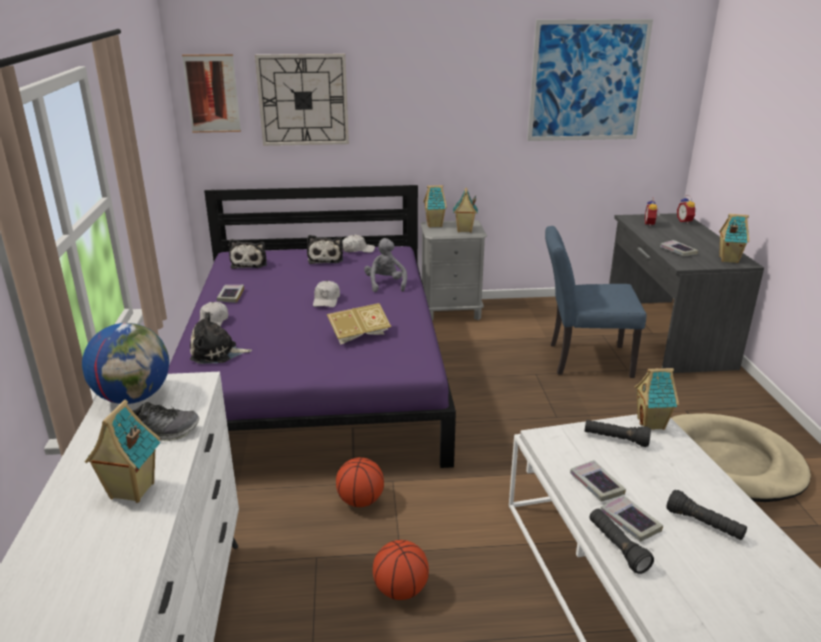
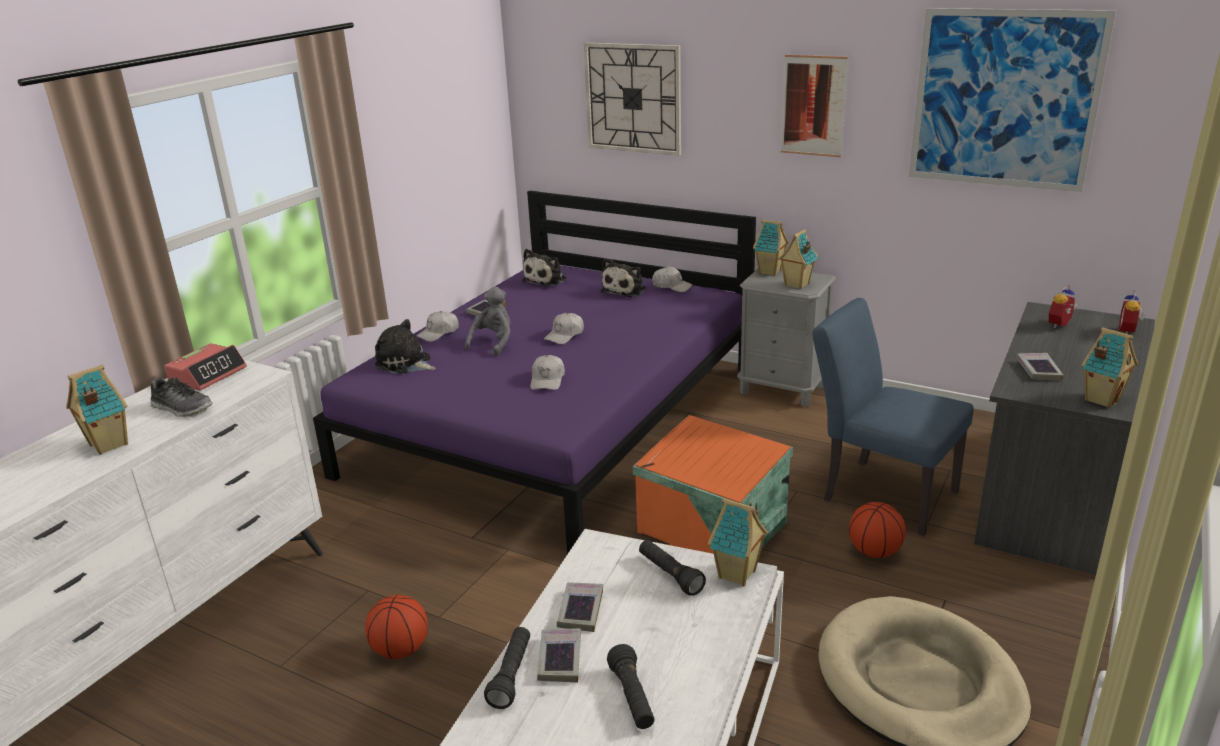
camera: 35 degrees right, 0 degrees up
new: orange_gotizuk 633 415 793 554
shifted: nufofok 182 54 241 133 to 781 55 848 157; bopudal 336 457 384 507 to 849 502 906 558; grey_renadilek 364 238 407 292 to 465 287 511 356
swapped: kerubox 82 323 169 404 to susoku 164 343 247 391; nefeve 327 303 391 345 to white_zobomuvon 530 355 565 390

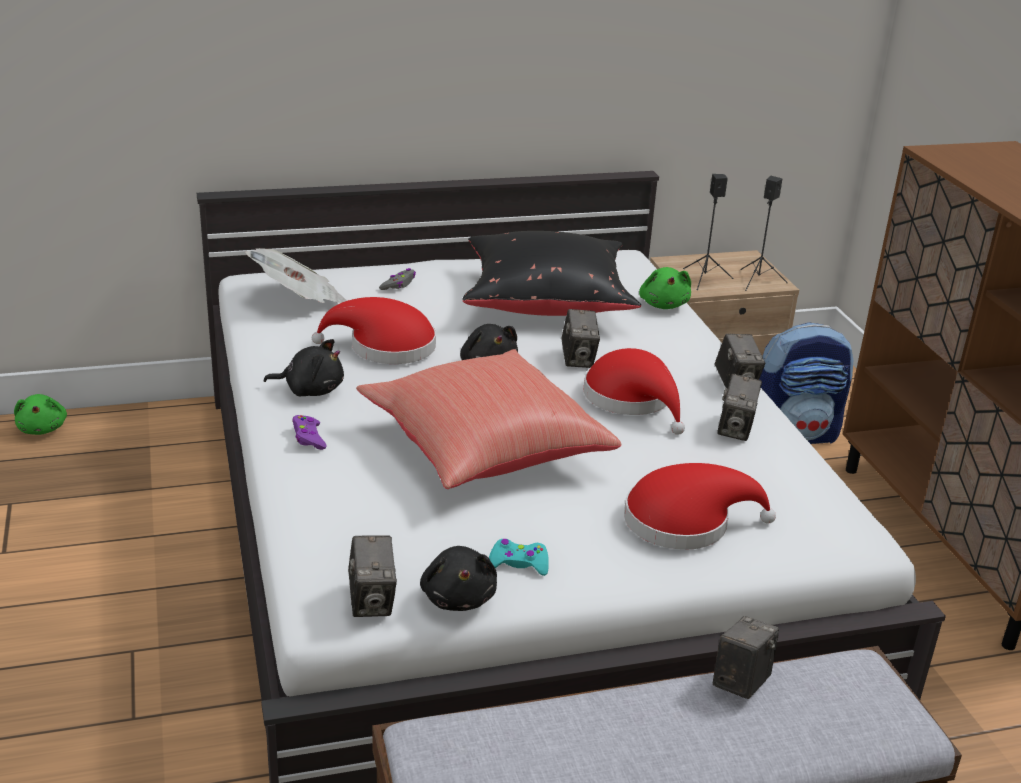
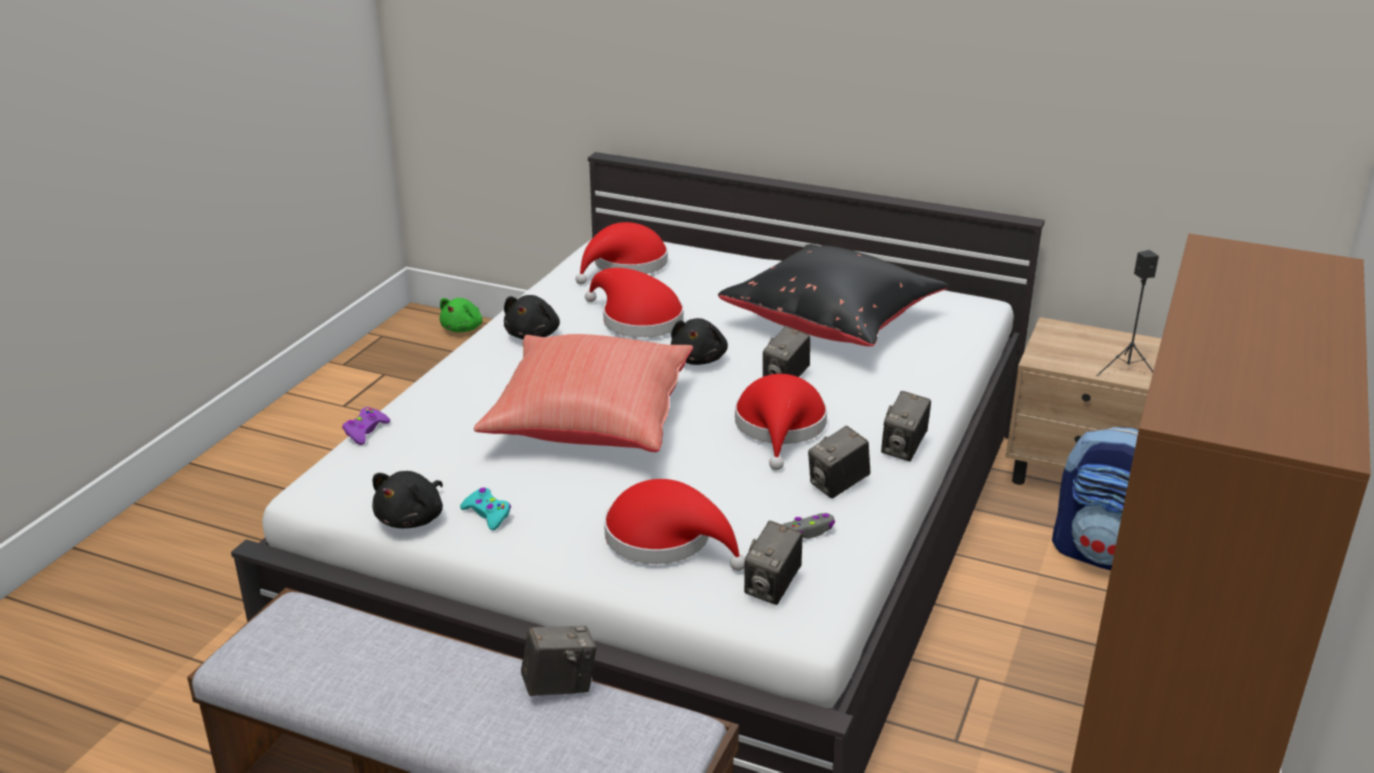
camera: 40 degrees right, 0 degrees up
gone: green_renadilek 639 267 691 309; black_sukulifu 683 174 733 290
shifted: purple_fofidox 293 415 327 450 to 342 407 391 445; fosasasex 348 535 397 617 to 744 521 802 605; grey_fofidox 379 268 416 290 to 782 513 835 539
swapped: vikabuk 245 248 347 303 to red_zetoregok 575 222 668 285
rotated: black_renadilek 264 339 344 396 = 504 295 560 339 60 degrees clockwise

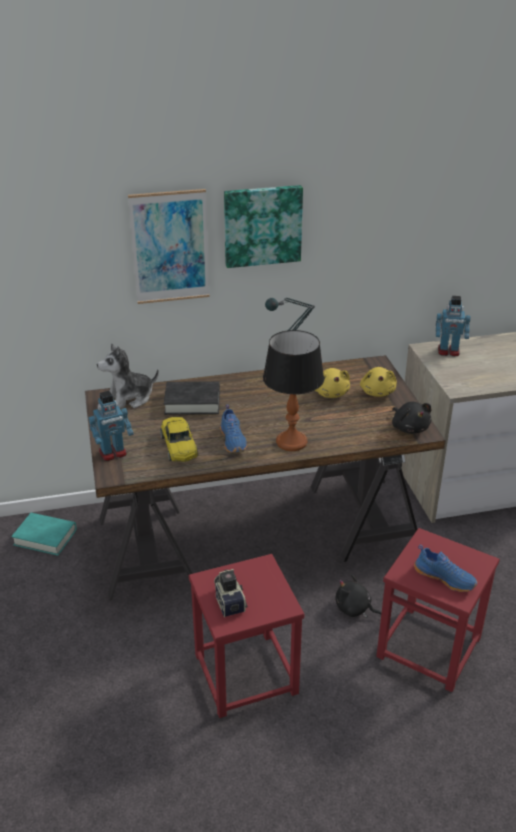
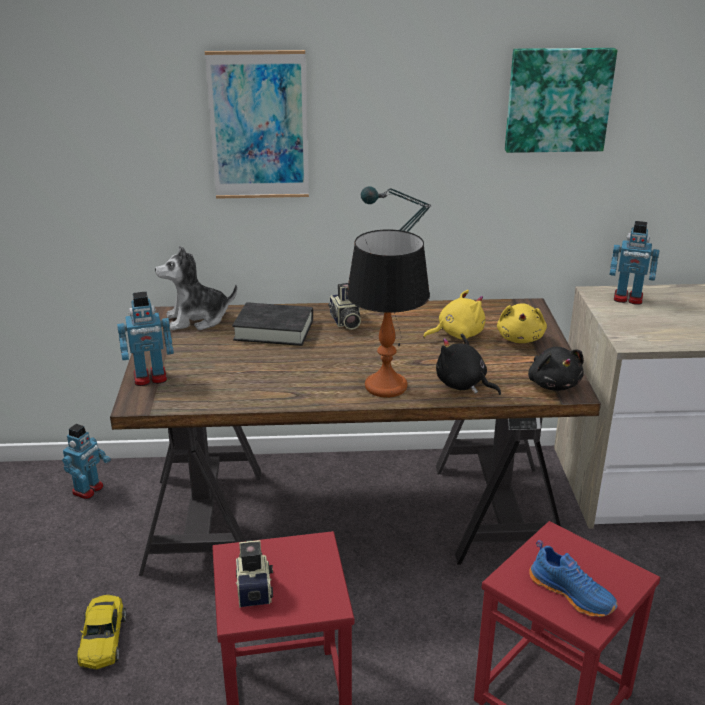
camera: 10 degrees right, 5 degrees down
gone: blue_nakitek 220 405 247 453
new: fosasasex 328 283 361 330
shifted: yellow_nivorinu 160 417 198 462 to 77 595 126 670; nufofok 224 185 303 268 to 505 48 617 153; black_renadilek 335 574 382 618 to 436 334 501 395
swapped: turquoise_nefeve 11 513 77 556 to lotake 62 424 111 499
rotated: yellow_renadilek 315 368 350 398 = 423 290 485 340 105 degrees counterclockwise

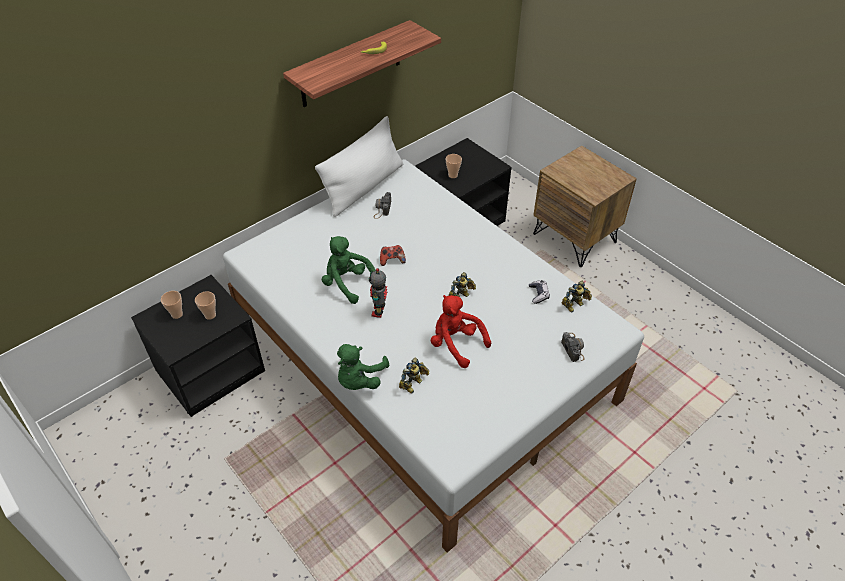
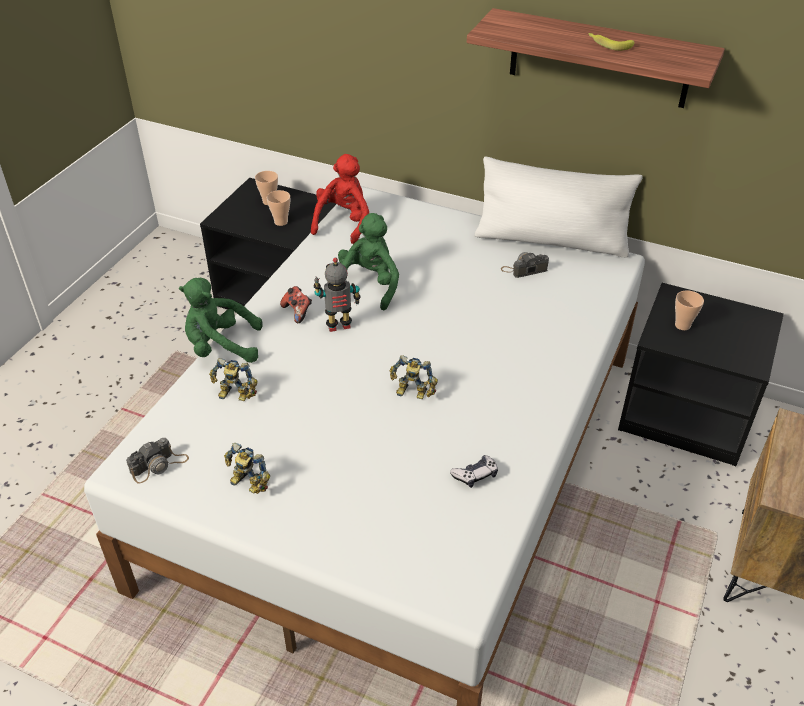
camera: 65 degrees right, 5 degrees down
shifted: fofidox 380 245 406 266 to 280 286 312 323; red_renadilek 430 295 491 368 to 311 154 369 244; fosasasex 561 332 584 362 to 126 438 189 484; lotake 562 281 592 313 to 224 443 270 494

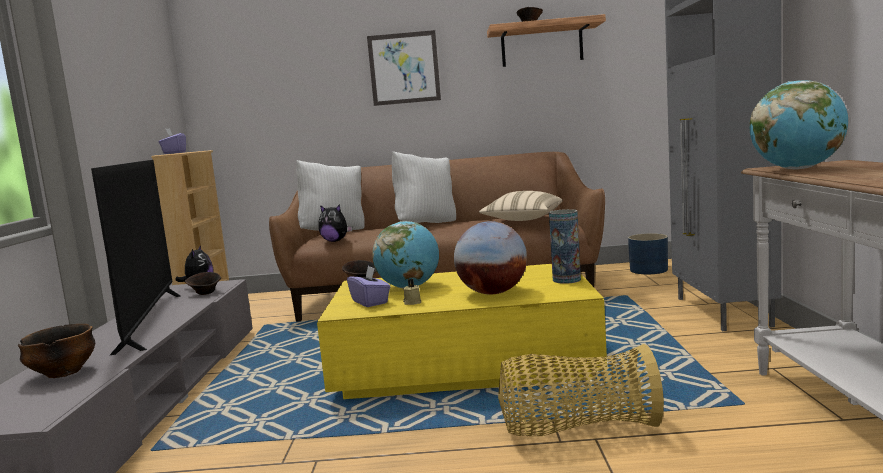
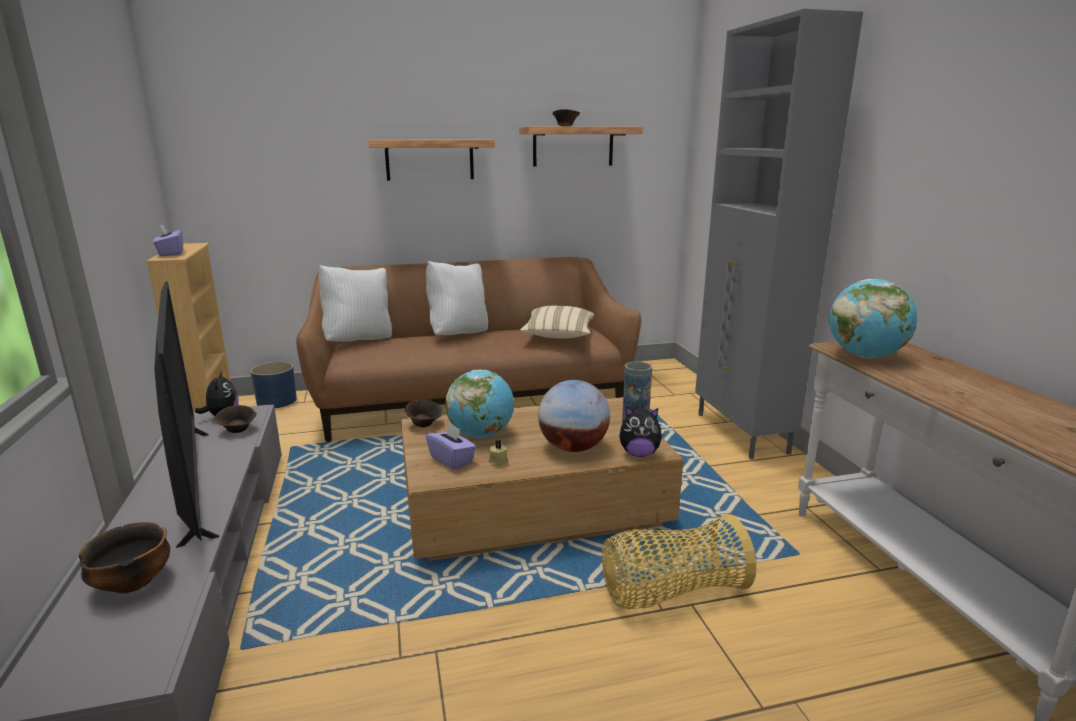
camera: 15 degrees left, 10 degrees up
shifted: renadilek 318 204 352 242 to 619 406 664 457; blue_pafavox 628 233 668 274 to 251 361 297 408
swapped: nufofok 367 30 441 106 to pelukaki 369 139 495 181
repainted: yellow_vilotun 317 264 607 399 to brown_vilotun 401 397 683 561

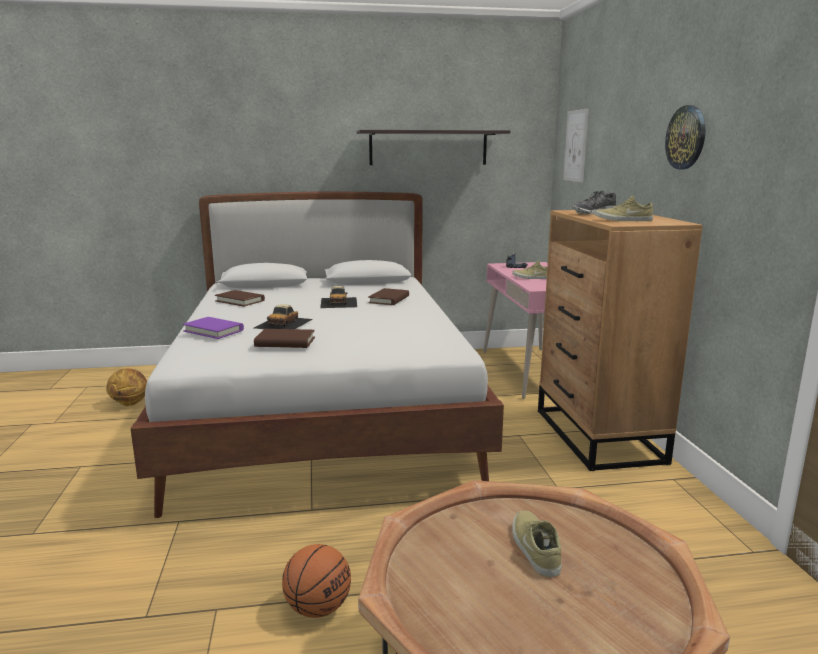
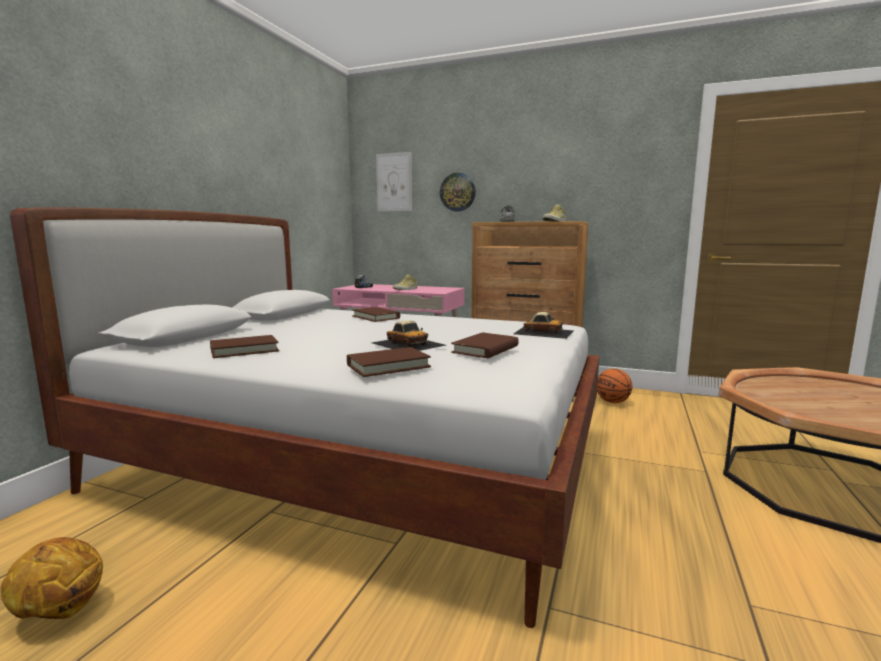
camera: 60 degrees left, 5 degrees down
gone: pelukaki 357 130 510 165; beige_nakitek 512 510 561 577
shifted: bopudal 282 544 351 618 to 597 369 633 403; nivorinu 320 286 357 308 to 514 312 574 339; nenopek 665 105 705 169 to 440 173 476 211
repainted: purple_nefeve 183 317 244 339 to brown_nefeve 347 347 431 377

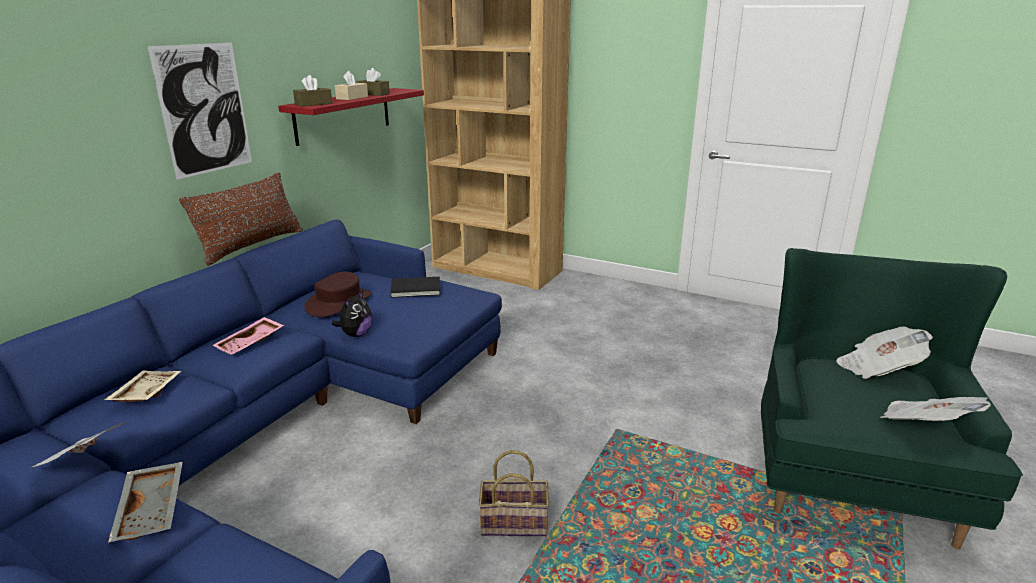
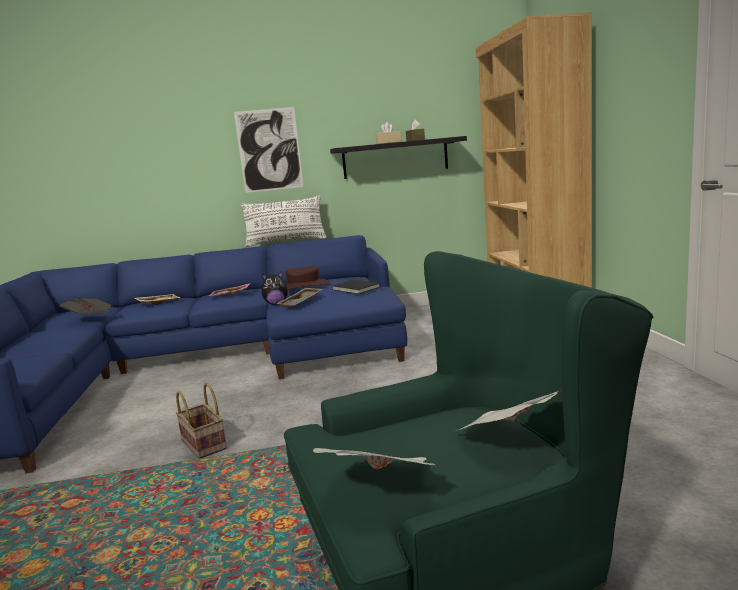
camera: 55 degrees right, 10 degrees down
gone: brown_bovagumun 293 75 332 106
shifted: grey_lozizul 108 462 183 543 to 277 288 323 307
repainted: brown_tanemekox 179 172 303 266 to white_tanemekox 241 195 327 247; red_pelukaki 278 88 424 146 to black_pelukaki 330 136 467 179

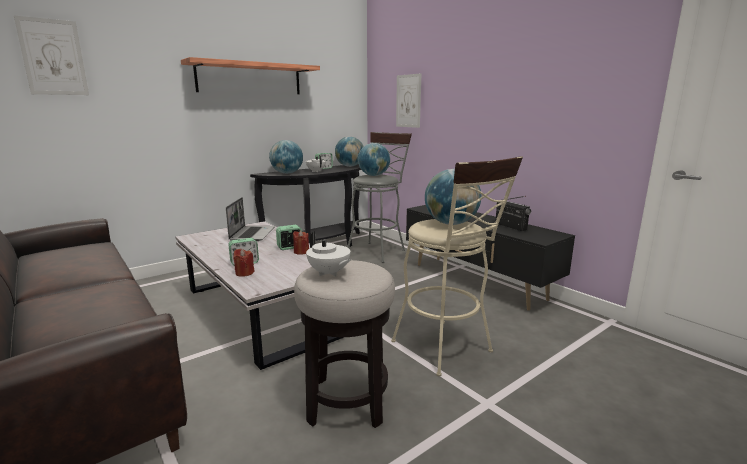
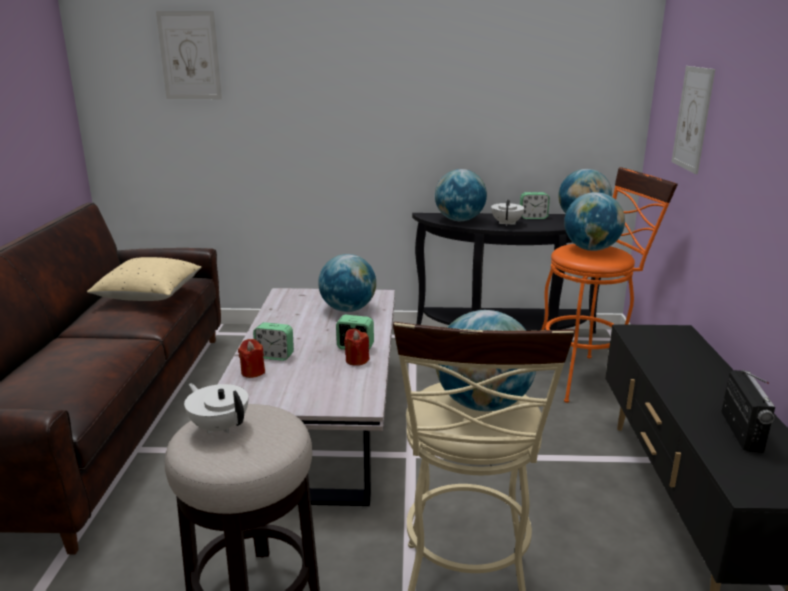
camera: 40 degrees right, 5 degrees up
gone: pelukaki 181 57 320 94
new: beige_tanemekox 87 257 202 301
swapped: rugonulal 226 197 275 241 to kerubox 318 254 376 312
repainted: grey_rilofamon 347 132 412 263 to orange_rilofamon 541 167 678 403
rotated: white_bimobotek 306 231 351 276 = 184 383 249 434 135 degrees clockwise

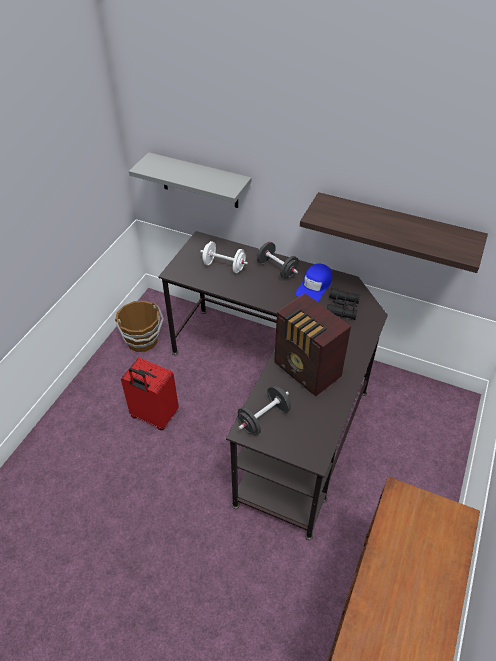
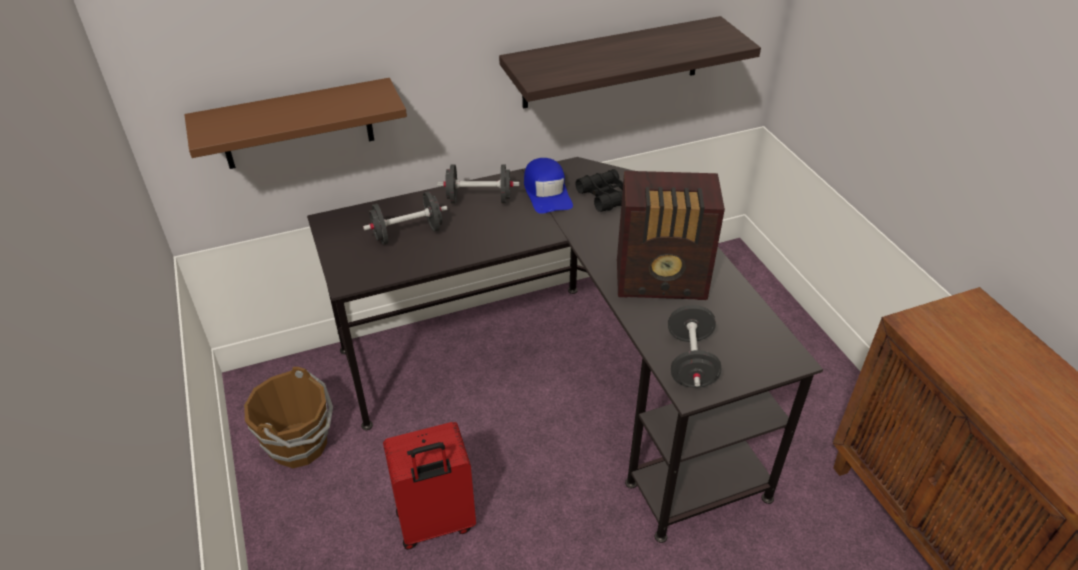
camera: 45 degrees left, 5 degrees down
repainted: grey_pelukaki 129 152 251 208 to brown_pelukaki 184 78 407 169; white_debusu 200 241 248 273 to black_debusu 363 191 447 245

